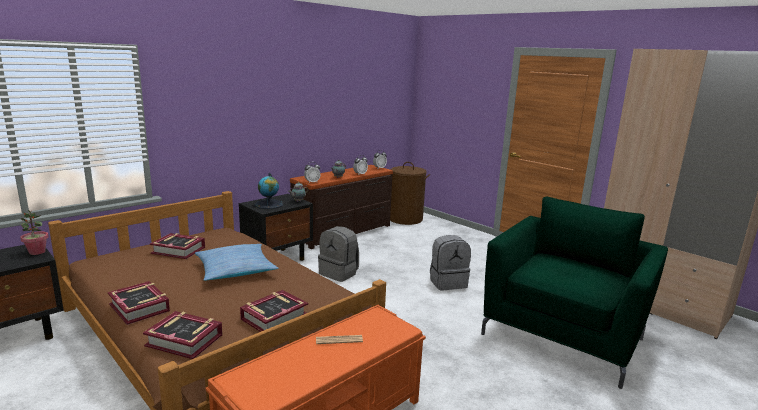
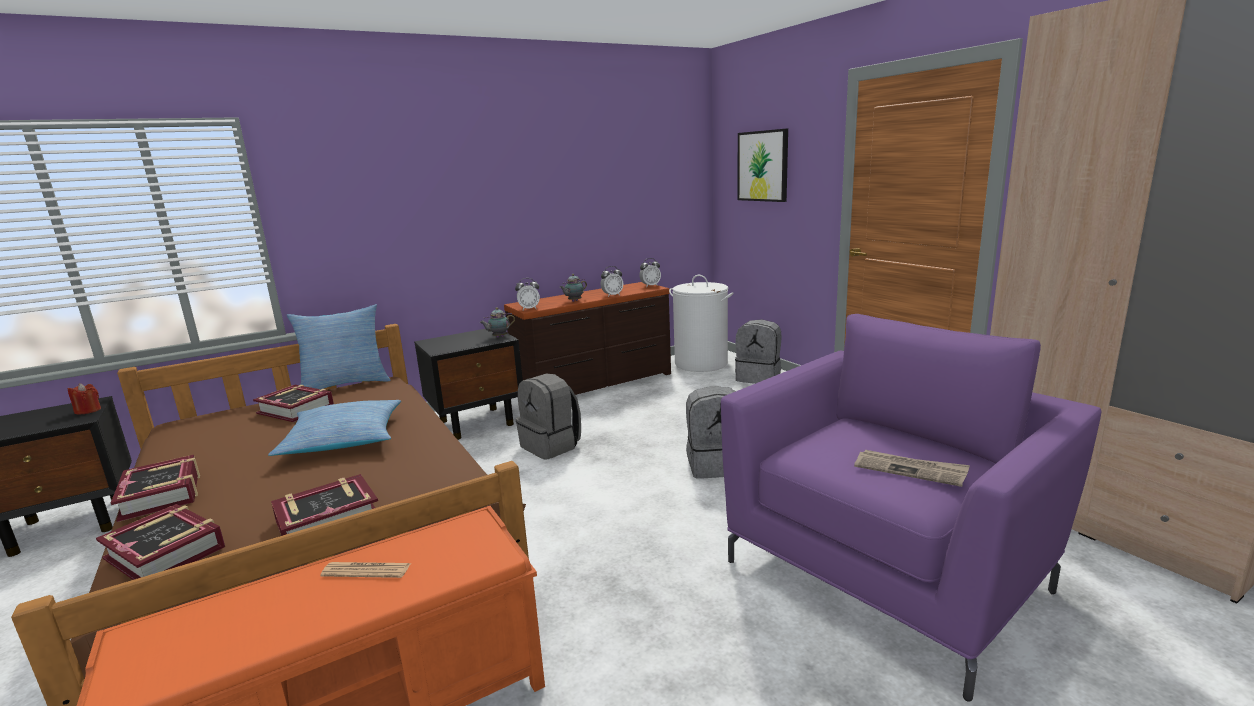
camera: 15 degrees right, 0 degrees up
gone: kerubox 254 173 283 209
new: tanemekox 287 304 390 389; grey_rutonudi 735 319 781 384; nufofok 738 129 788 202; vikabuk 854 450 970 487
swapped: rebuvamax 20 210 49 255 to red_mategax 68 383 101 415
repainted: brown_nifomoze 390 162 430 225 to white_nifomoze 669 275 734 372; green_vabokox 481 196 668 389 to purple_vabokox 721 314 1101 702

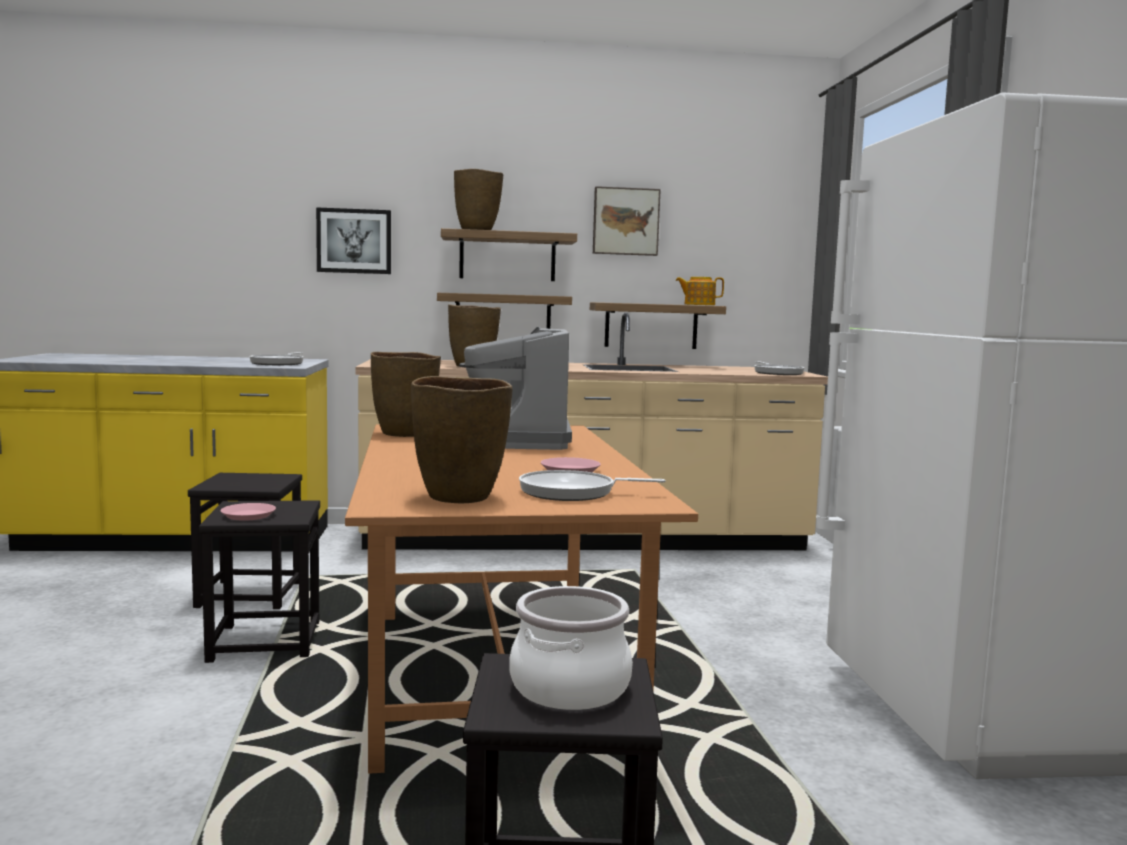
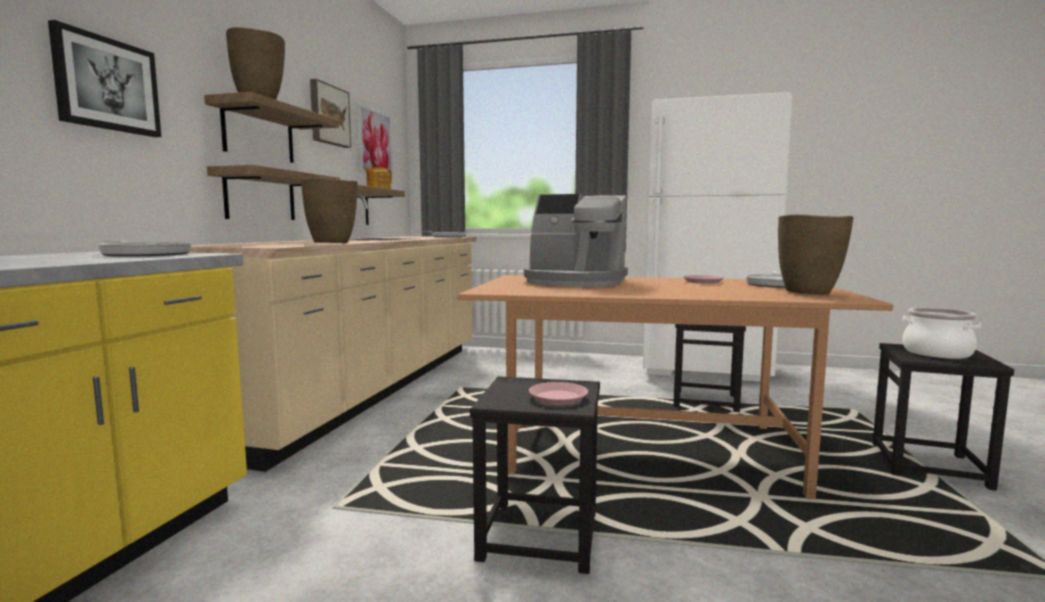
camera: 70 degrees left, 0 degrees up
gone: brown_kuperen 371 352 441 437
new: nufofok 357 104 393 177
shifted: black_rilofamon 188 473 302 609 to 674 324 746 412

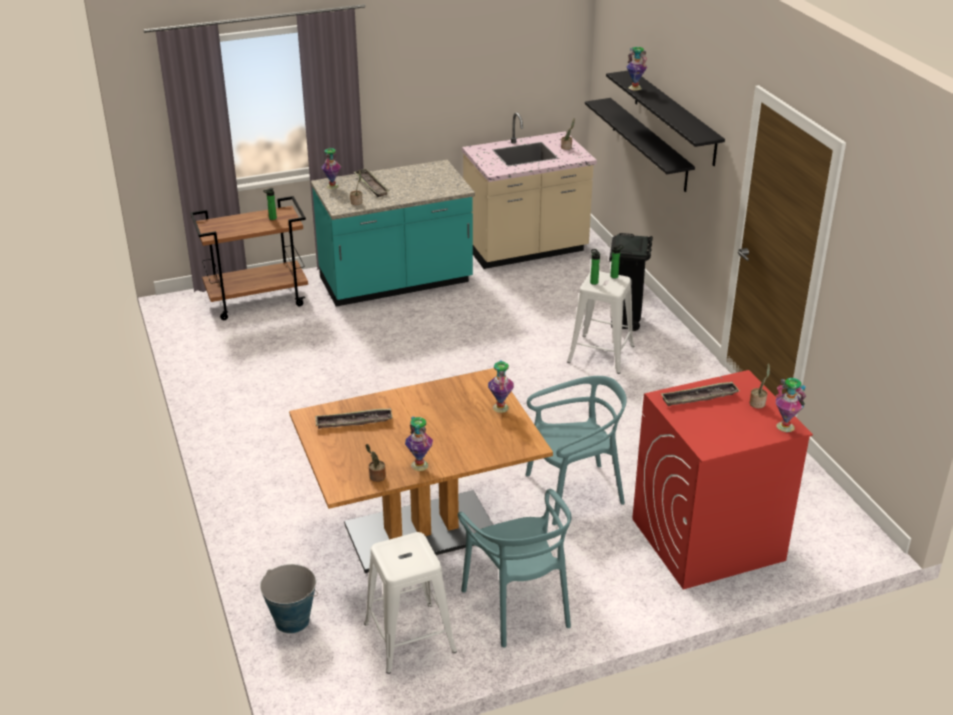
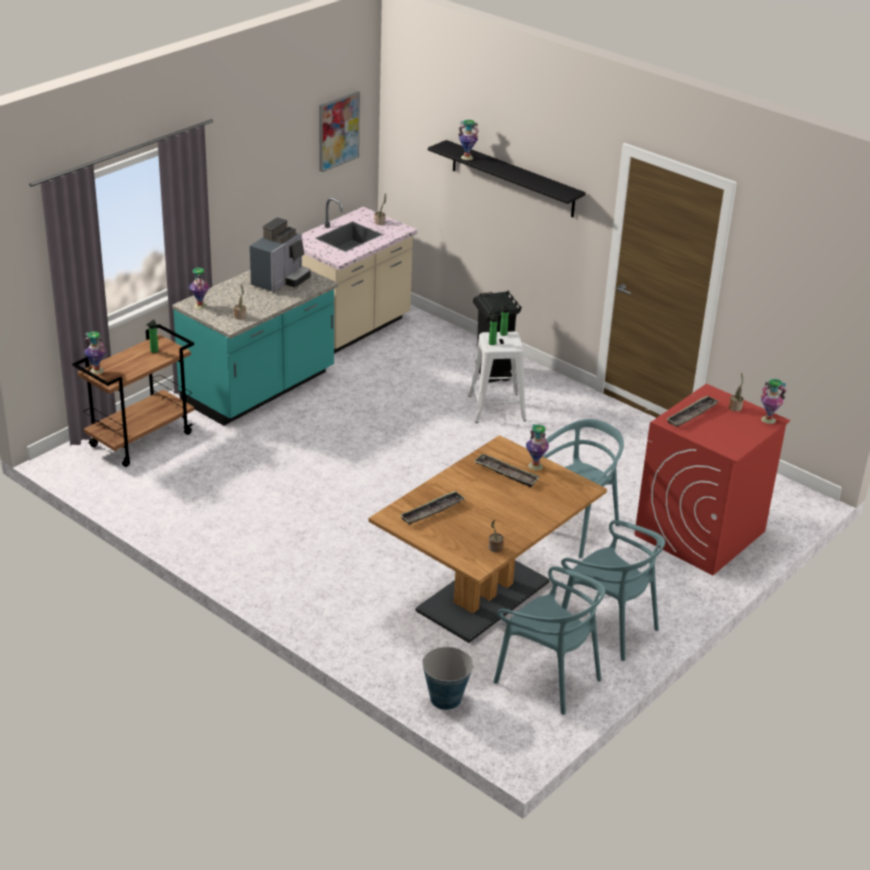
camera: 30 degrees left, 0 degrees up
gone: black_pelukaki 585 98 695 192
new: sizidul 250 217 311 292; nufofok 319 91 360 173
shifted: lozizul 354 169 390 197 to 474 454 540 488; kuperen 405 417 433 471 to 84 332 106 374
swapped: white_rilofamon 364 532 457 674 to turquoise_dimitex 493 566 606 715

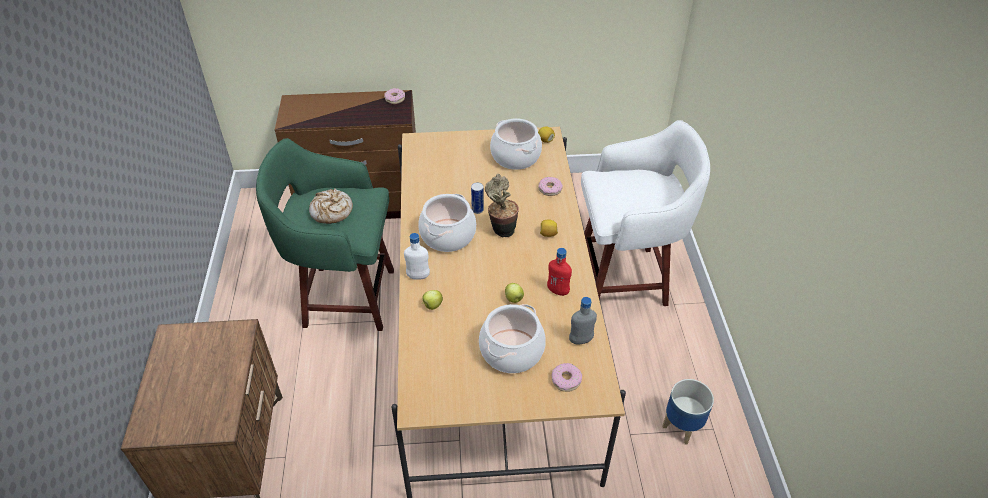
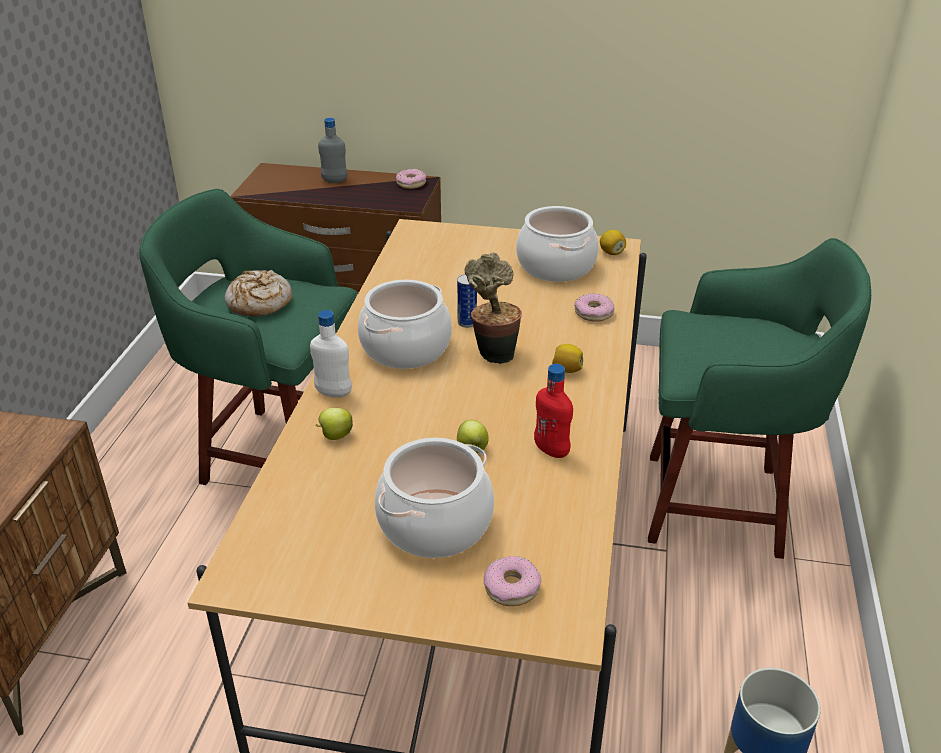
camera: 15 degrees right, 10 degrees down
shifted: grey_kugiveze 569 297 597 344 to 318 118 347 183
repainted: white_rilofamon 581 120 710 306 to green_rilofamon 648 238 871 559

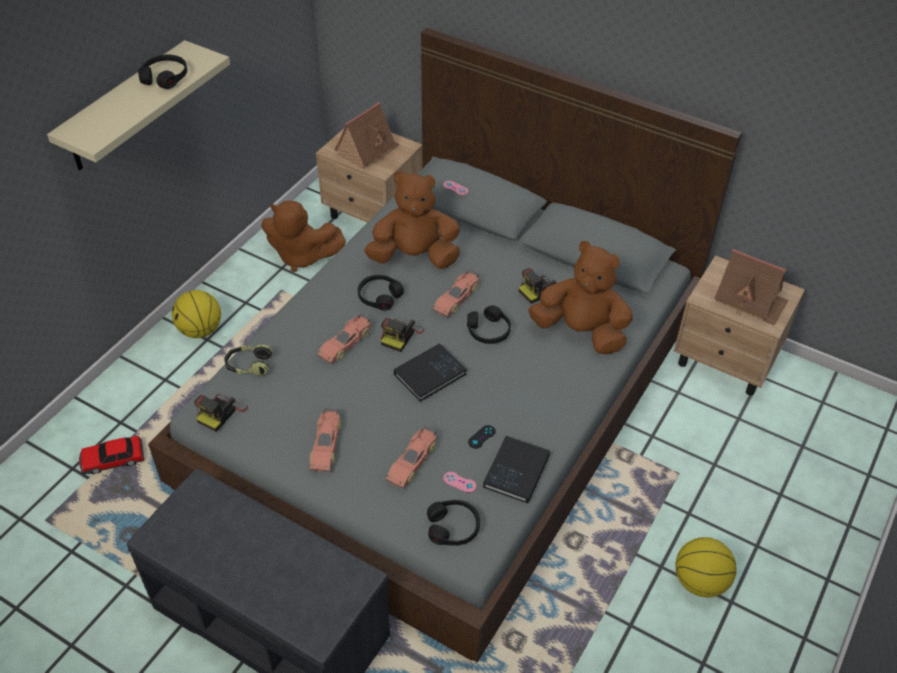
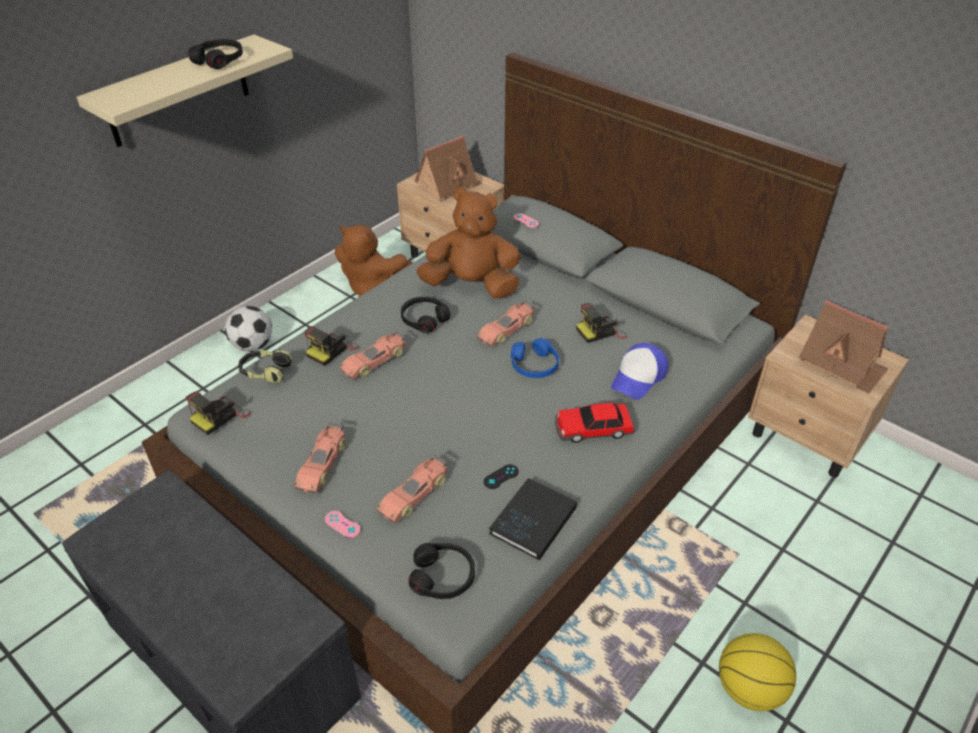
camera: 10 degrees right, 5 degrees down
gone: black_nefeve 394 343 467 402
shifted: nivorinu 79 436 144 474 to 555 403 635 443; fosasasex 381 318 424 352 to 304 326 359 366; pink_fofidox 443 472 476 493 to 325 511 361 538
swapped: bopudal 172 290 221 338 to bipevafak 225 306 272 352; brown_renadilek 528 241 633 354 to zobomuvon 611 343 668 400
repainted: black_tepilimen 467 305 511 344 to blue_tepilimen 511 338 559 378

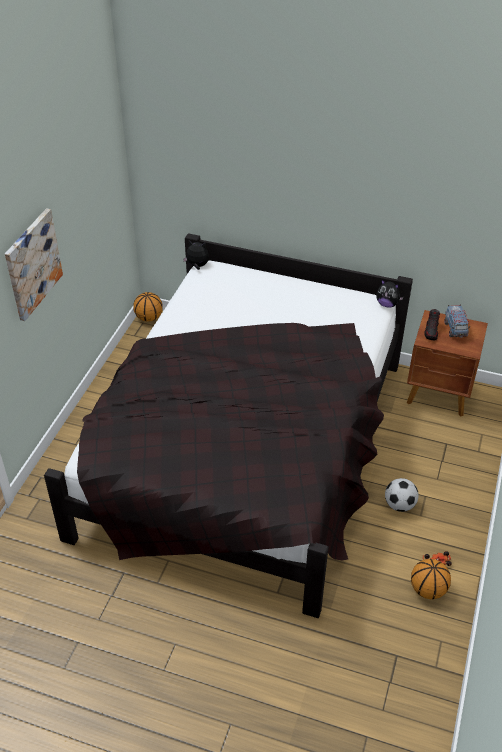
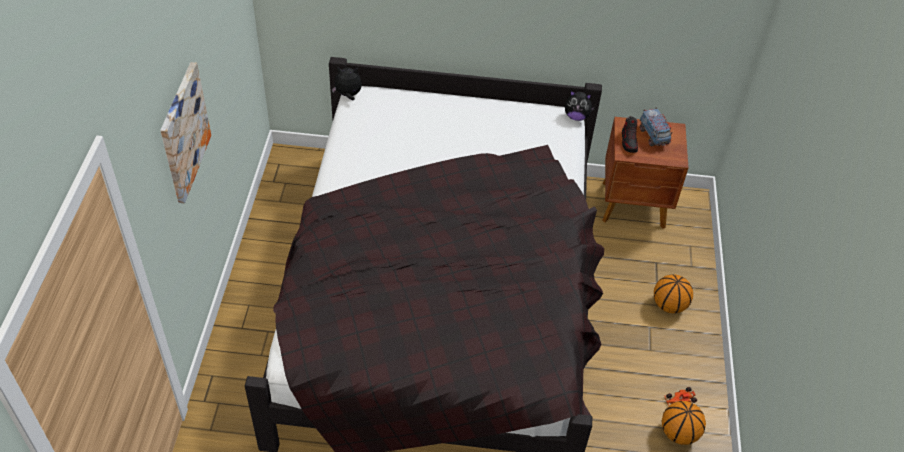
camera: 15 degrees left, 5 degrees up
gone: bipevafak 385 478 419 512
shifted: bopudal 133 292 162 322 to 654 274 693 314

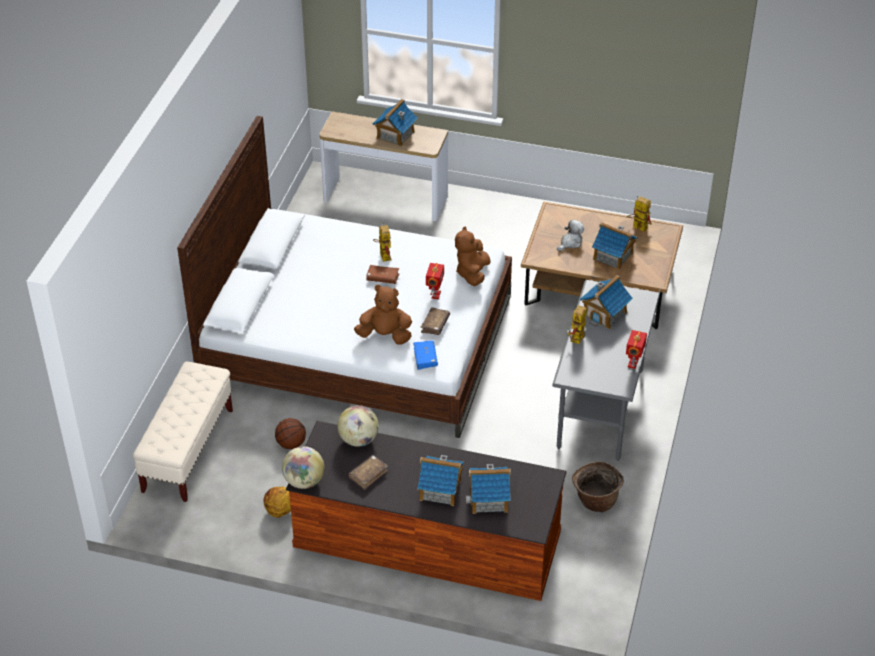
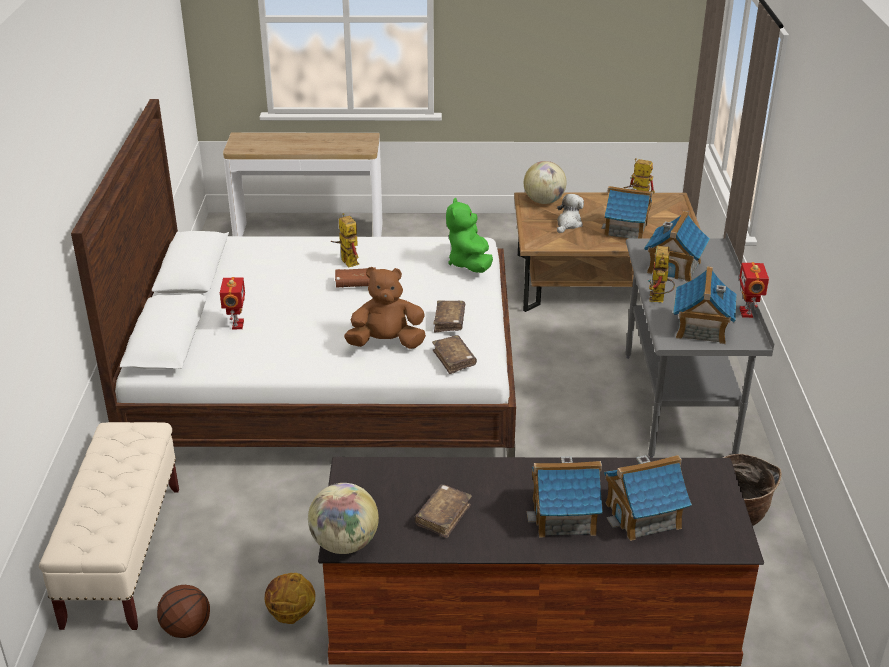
camera: 15 degrees left, 10 degrees down
shifted: bopudal 275 418 306 449 to 157 585 210 638; kerubox 337 405 379 447 to 524 161 567 204; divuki 372 99 418 147 to 673 267 737 344; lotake 426 263 444 299 to 220 277 245 329
repainted: blue_nefeve 413 340 438 370 to brown_nefeve 432 335 477 374; brown_renadilek 455 226 491 286 to green_renadilek 446 198 493 273

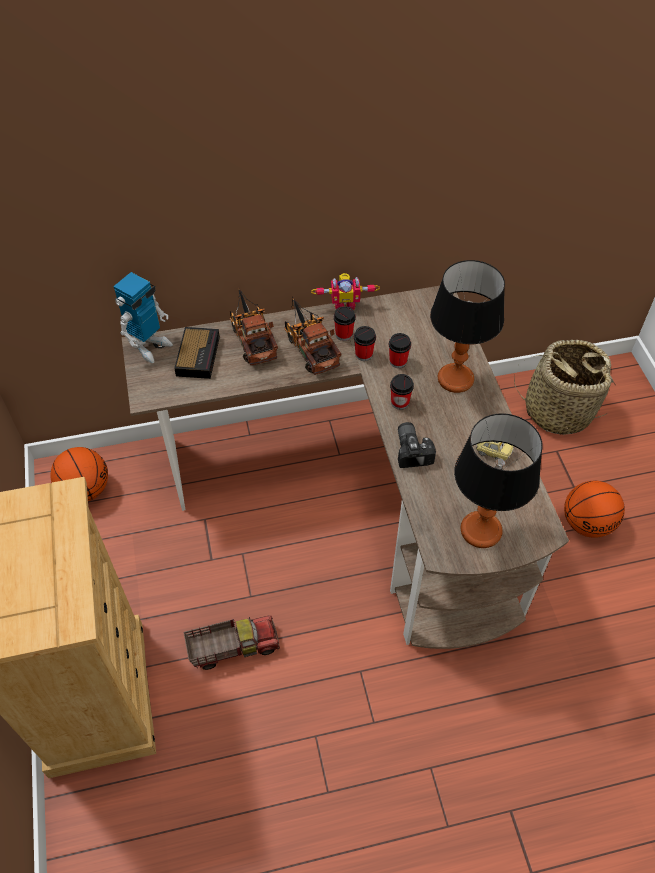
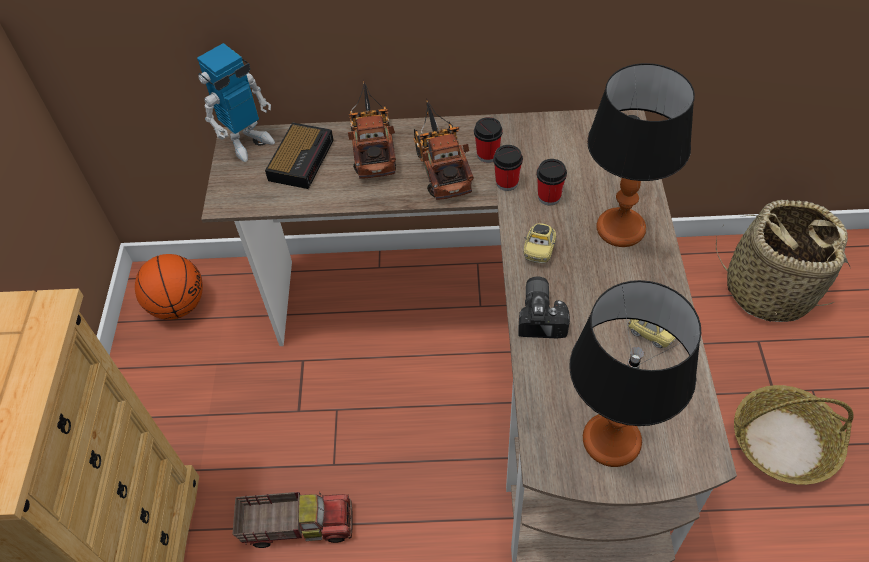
camera: 15 degrees right, 0 degrees up
gone: lotake 311 273 380 310
swapped: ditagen 390 374 414 410 to nivorinu 524 223 556 263; bopudal 564 481 625 538 to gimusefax 734 385 854 485

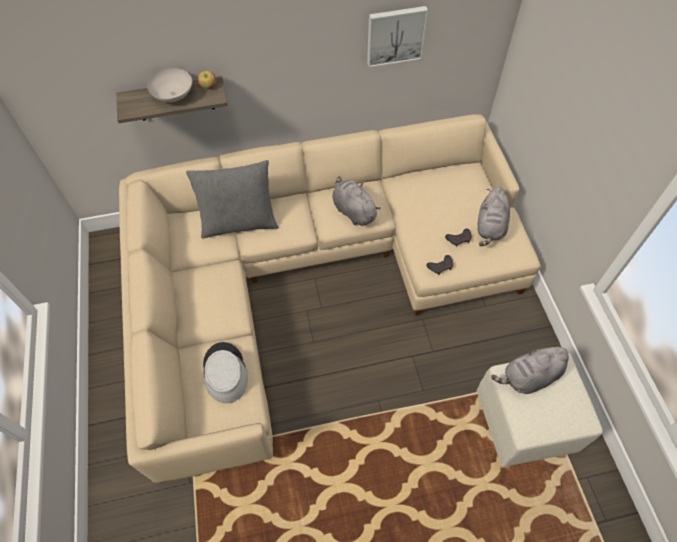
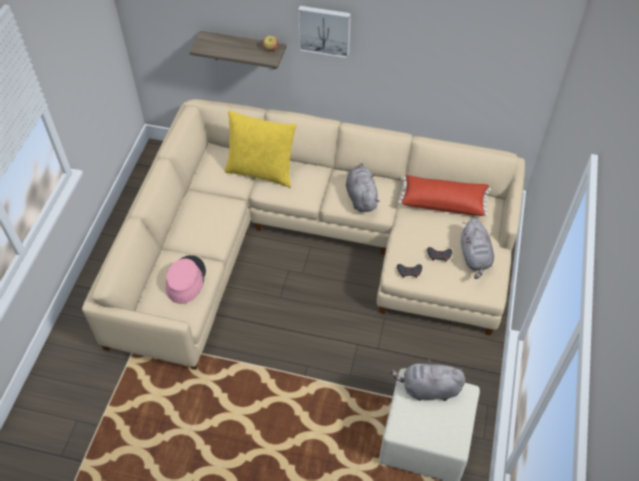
camera: 25 degrees right, 5 degrees down
gone: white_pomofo 147 68 192 102
new: red_tanemekox 398 175 491 216
shifted: nufofok 367 6 428 68 to 298 6 351 59
repainted: grey_tanemekox 186 160 279 238 to yellow_tanemekox 225 110 297 187; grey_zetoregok 203 342 248 404 to pink_zetoregok 166 255 206 304
rotated: grey_renadilek 478 187 510 246 = 461 218 494 279 45 degrees counterclockwise

